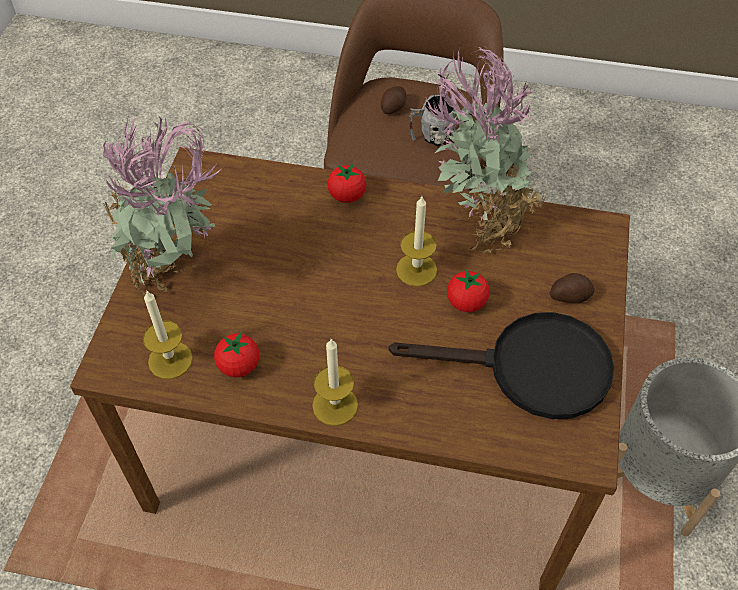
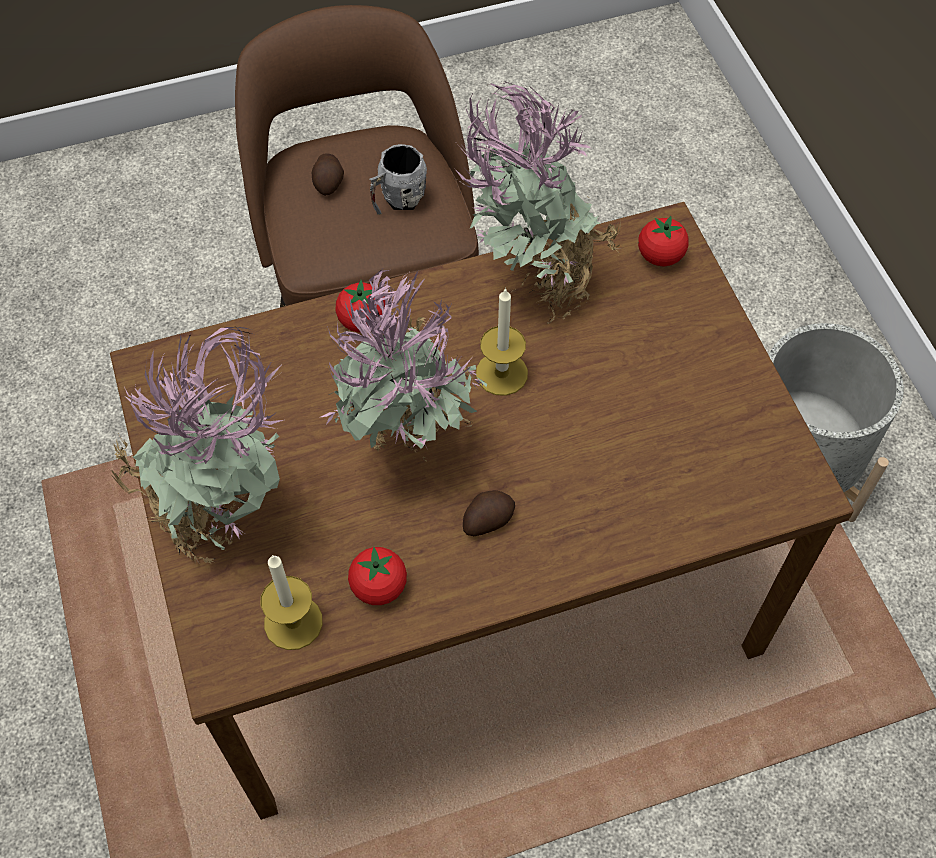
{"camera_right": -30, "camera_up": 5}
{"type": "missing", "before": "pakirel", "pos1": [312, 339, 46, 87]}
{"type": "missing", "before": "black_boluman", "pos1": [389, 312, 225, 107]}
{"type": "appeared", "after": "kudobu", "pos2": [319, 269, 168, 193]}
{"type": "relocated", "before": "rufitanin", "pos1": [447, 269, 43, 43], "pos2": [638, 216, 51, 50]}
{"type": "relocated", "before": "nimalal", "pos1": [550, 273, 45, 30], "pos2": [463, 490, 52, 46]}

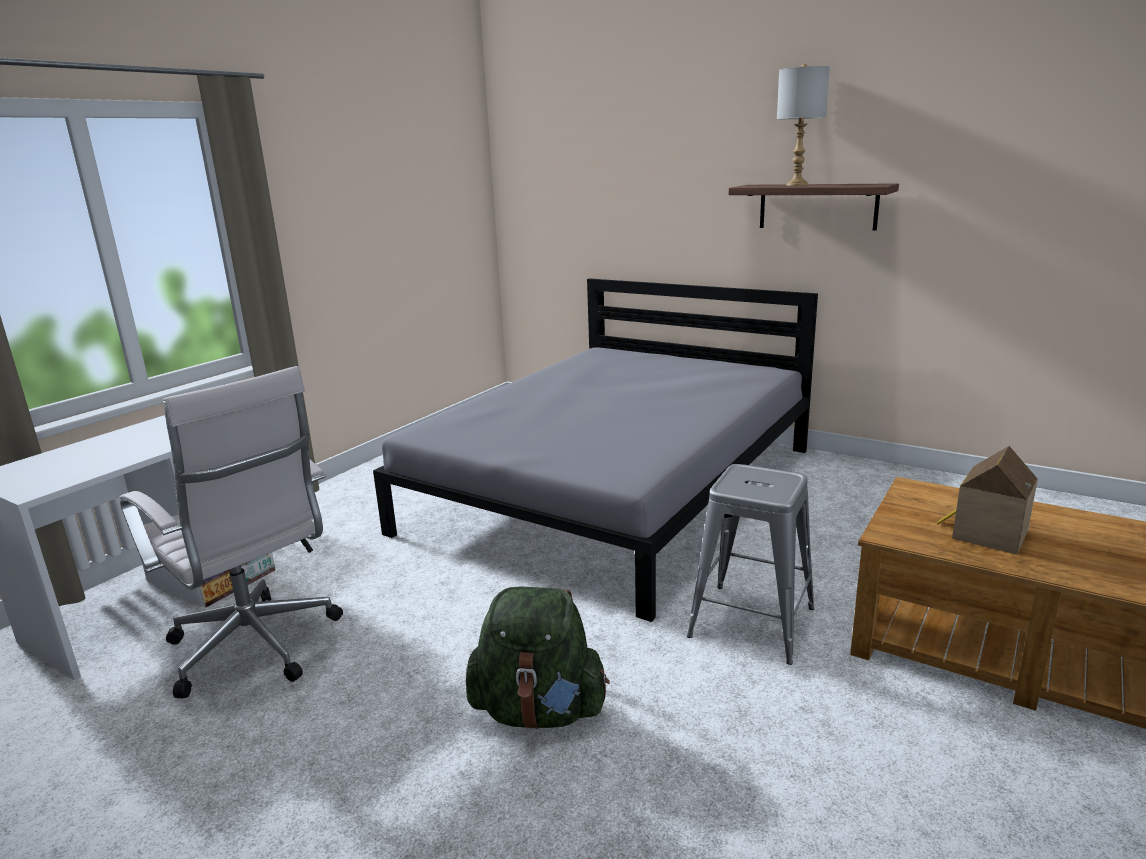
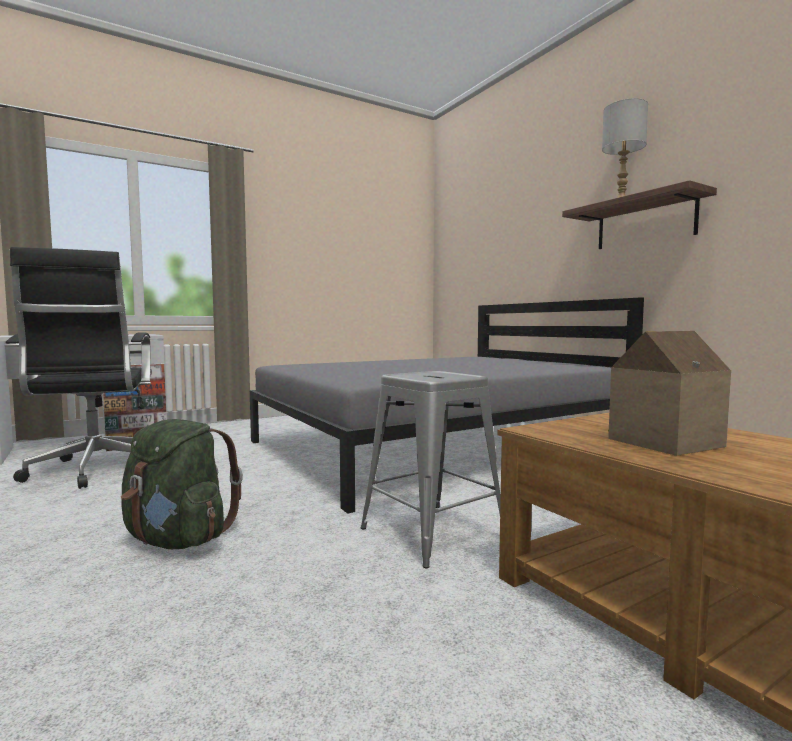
{"camera_right": 25, "camera_up": -15}
{"type": "colour", "before": "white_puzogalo", "after": "black_puzogalo", "pos1": [120, 366, 223, 332], "pos2": [5, 247, 146, 242]}

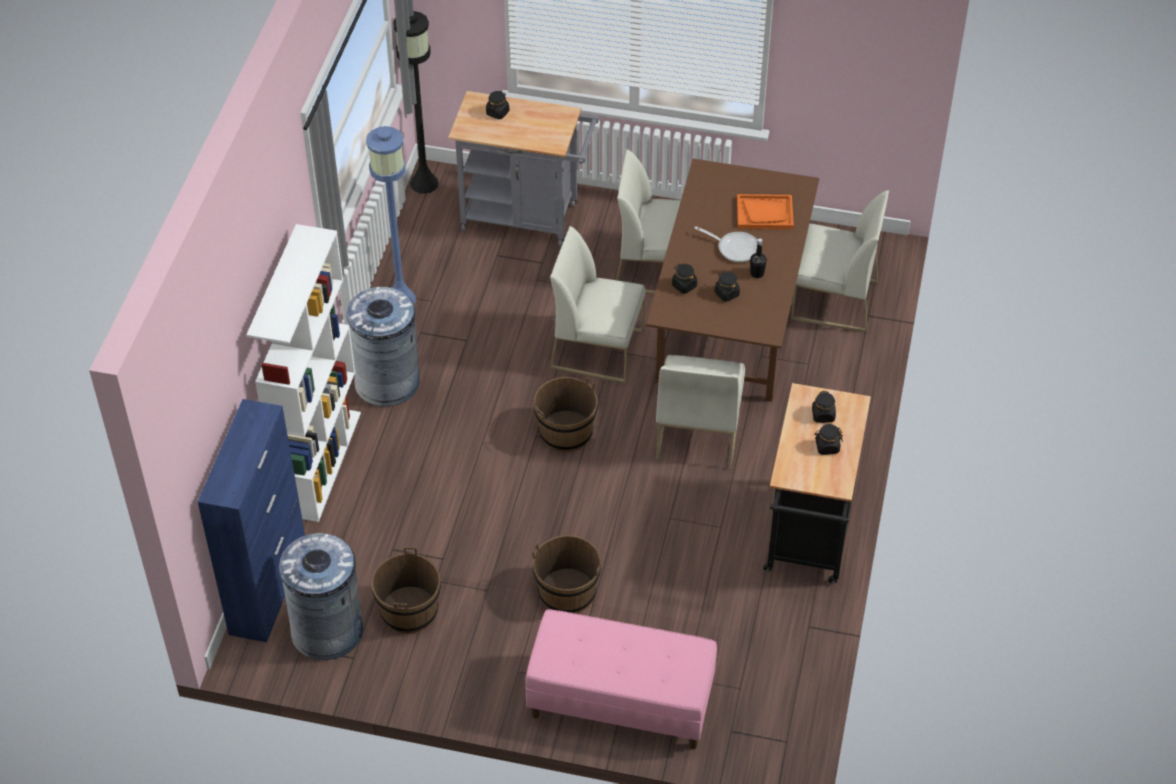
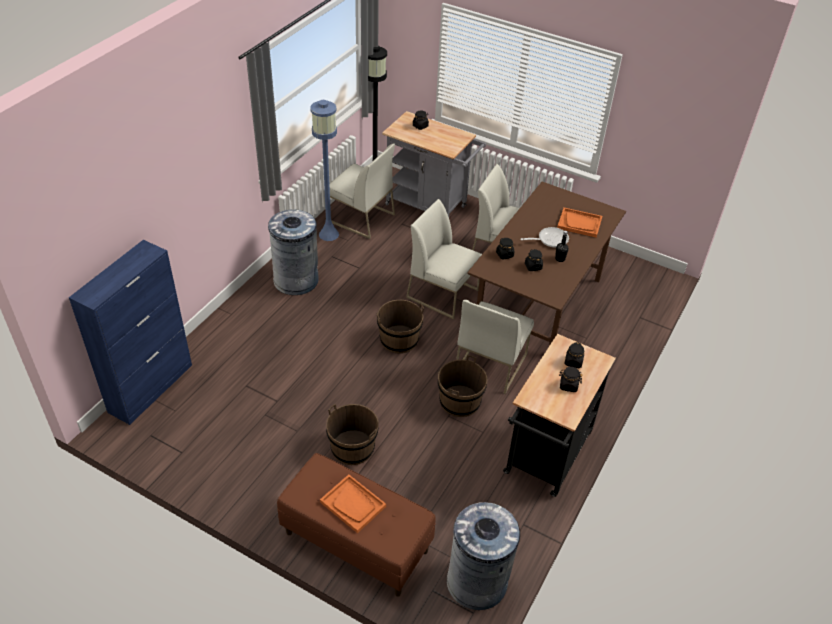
{"camera_right": 15, "camera_up": -5}
{"type": "missing", "before": "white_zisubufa", "pos1": [246, 224, 115, 298]}
{"type": "appeared", "after": "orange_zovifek", "pos2": [320, 474, 66, 59]}
{"type": "relocated", "before": "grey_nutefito", "pos1": [279, 533, 84, 127], "pos2": [447, 502, 73, 108]}
{"type": "relocated", "before": "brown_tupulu", "pos1": [371, 547, 70, 86], "pos2": [438, 355, 50, 62]}
{"type": "relocated", "before": "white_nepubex", "pos1": [791, 190, 98, 143], "pos2": [329, 144, 66, 95]}
{"type": "colour", "before": "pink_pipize", "after": "brown_pipize", "pos1": [525, 609, 192, 140], "pos2": [277, 453, 159, 144]}
{"type": "spun", "before": "boluman", "pos1": [695, 226, 62, 36], "pos2": [520, 227, 49, 21], "turn": -60}

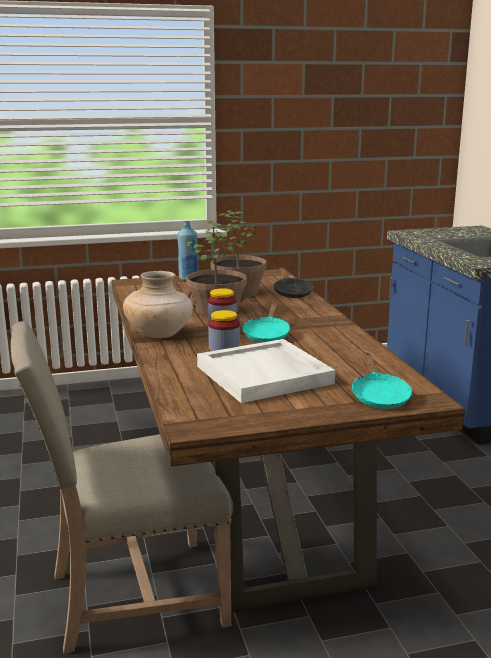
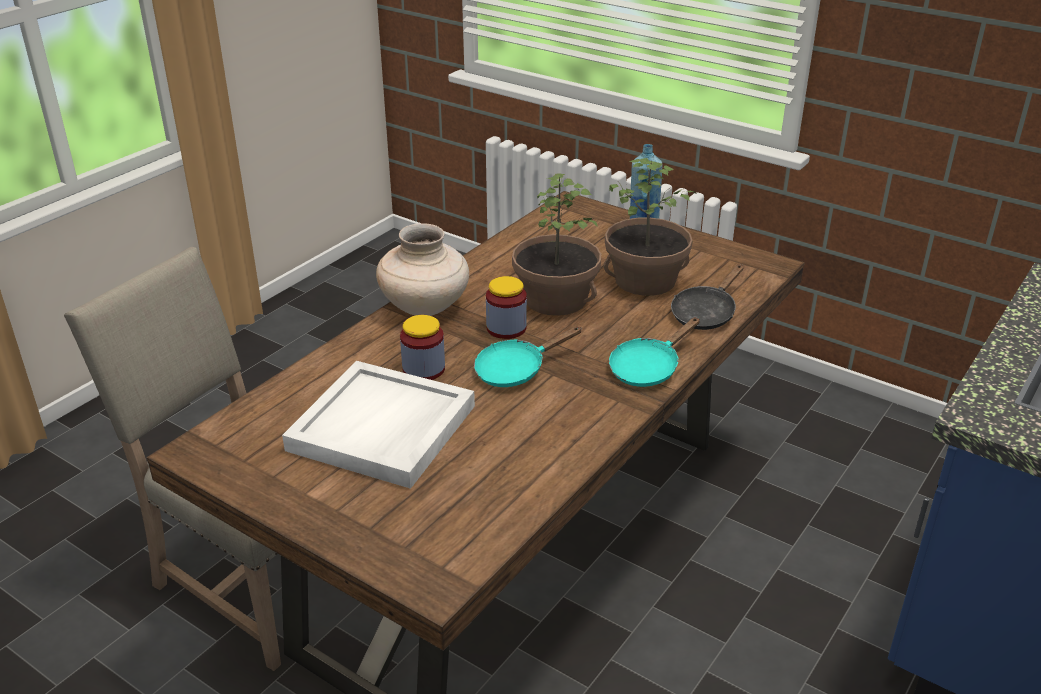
{"camera_right": 50, "camera_up": 15}
{"type": "relocated", "before": "turquoise_boluman", "pos1": [351, 352, 61, 57], "pos2": [609, 317, 91, 70]}

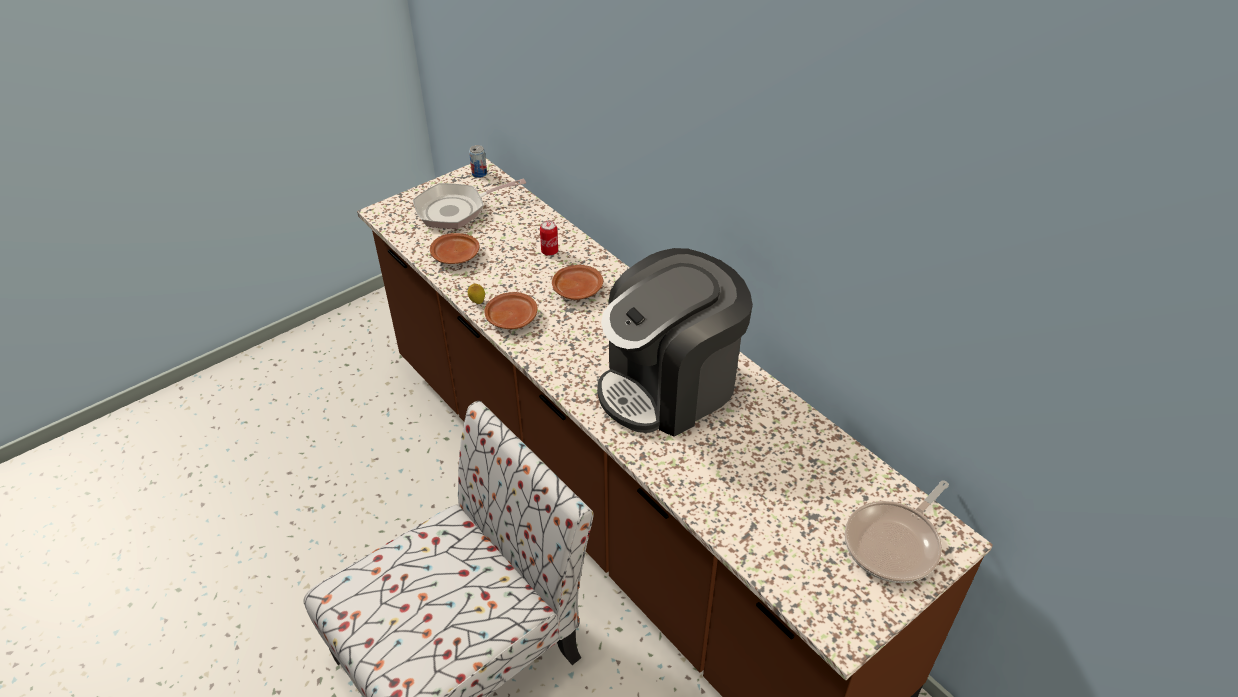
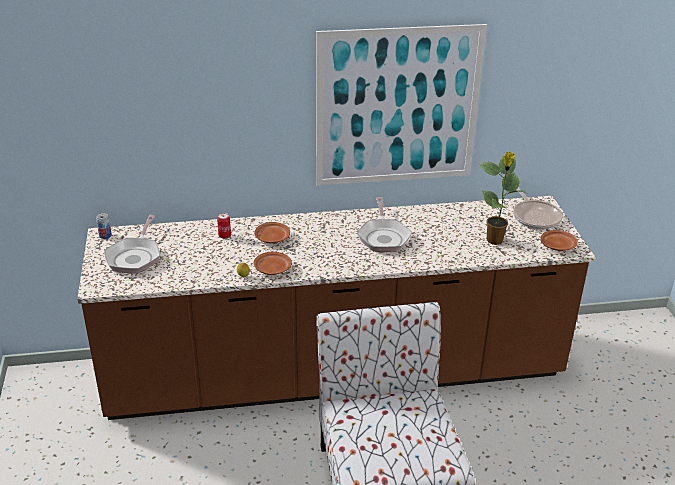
{"camera_right": -60, "camera_up": -10}
{"type": "appeared", "after": "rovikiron", "pos2": [316, 24, 171, 162]}
{"type": "appeared", "after": "kudobu", "pos2": [479, 152, 47, 93]}
{"type": "relocated", "before": "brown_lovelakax", "pos1": [430, 233, 49, 31], "pos2": [540, 230, 38, 21]}
{"type": "exchanged", "before": "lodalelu", "after": "boluman", "pos1": [598, 248, 155, 189], "pos2": [357, 197, 55, 55]}

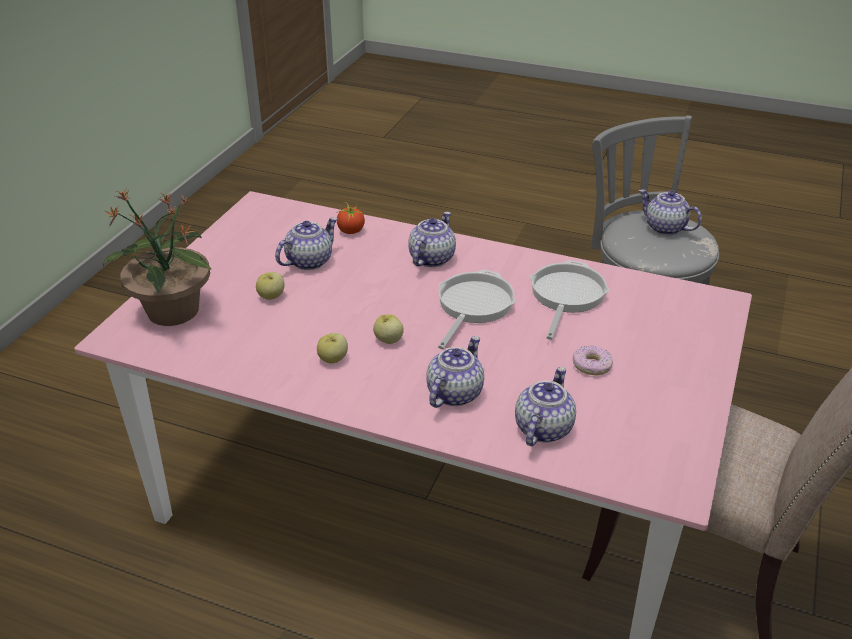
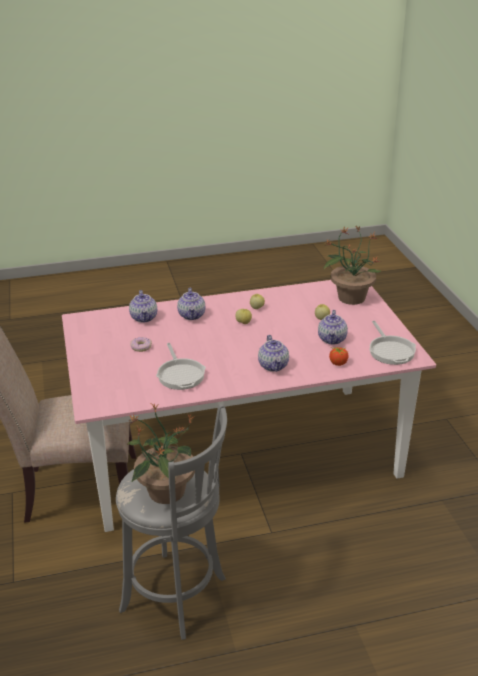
{"camera_right": 145, "camera_up": -5}
{"type": "relocated", "before": "boluman", "pos1": [438, 270, 77, 79], "pos2": [369, 321, 47, 44]}
{"type": "exchanged", "before": "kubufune", "after": "kudobu", "pos1": [639, 189, 63, 46], "pos2": [126, 403, 69, 101]}

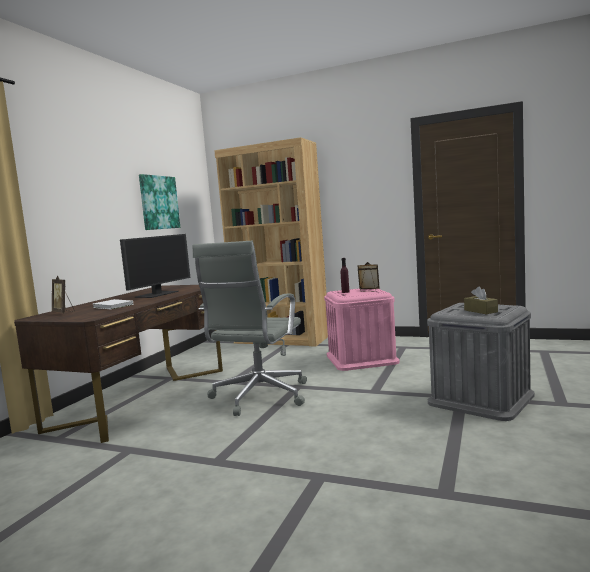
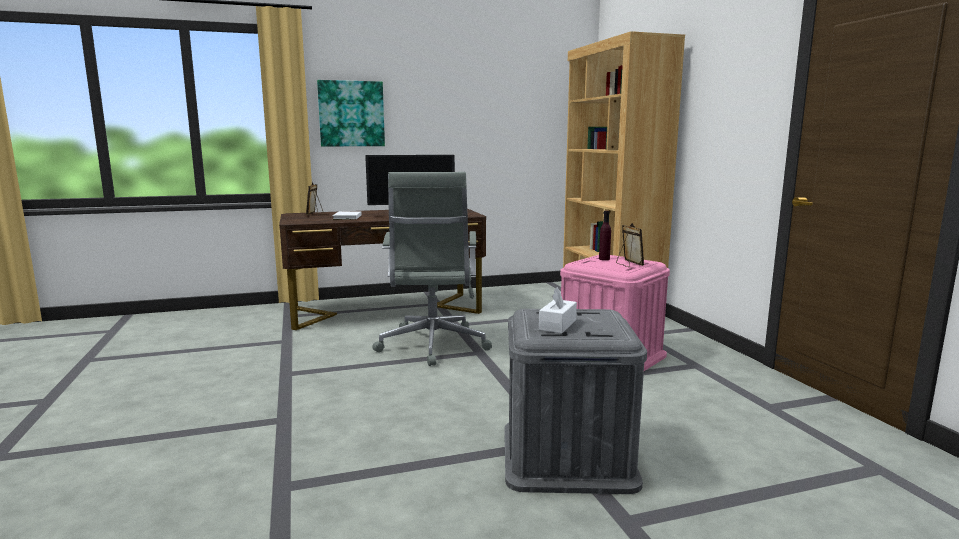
{"camera_right": 50, "camera_up": 5}
{"type": "relocated", "before": "rovikiron", "pos1": [139, 174, 41, 56], "pos2": [317, 80, 68, 66]}
{"type": "colour", "before": "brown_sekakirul", "after": "white_sekakirul", "pos1": [464, 287, 34, 27], "pos2": [539, 287, 38, 46]}
{"type": "spun", "before": "grey_puzogalo", "pos1": [192, 241, 115, 175], "pos2": [372, 172, 120, 194], "turn": -75}

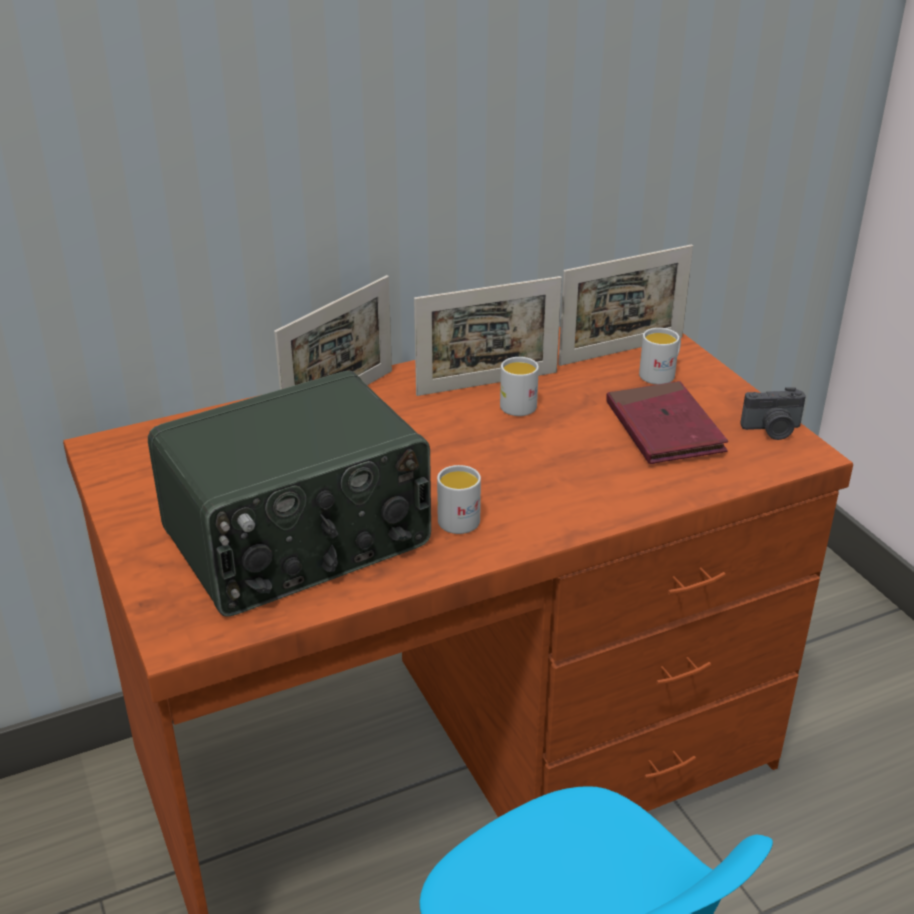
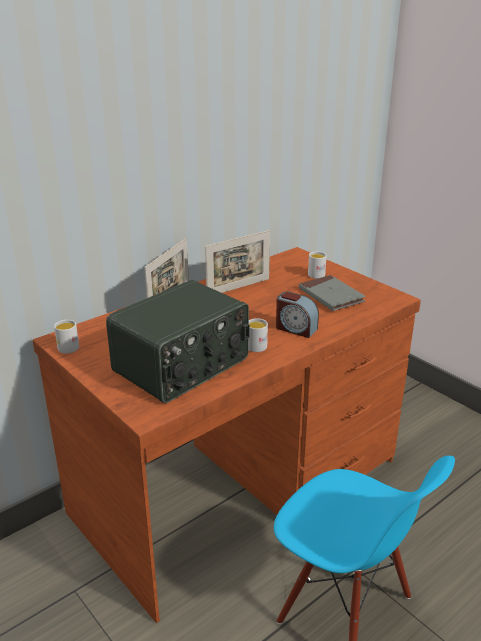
{"camera_right": -15, "camera_up": -5}
{"type": "missing", "before": "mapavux", "pos1": [558, 244, 135, 122]}
{"type": "missing", "before": "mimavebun", "pos1": [740, 387, 66, 53]}
{"type": "appeared", "after": "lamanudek", "pos2": [276, 291, 43, 47]}
{"type": "relocated", "before": "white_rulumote", "pos1": [500, 357, 39, 59], "pos2": [54, 320, 25, 34]}
{"type": "colour", "before": "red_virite", "after": "grey_virite", "pos1": [606, 381, 122, 83], "pos2": [299, 275, 67, 36]}

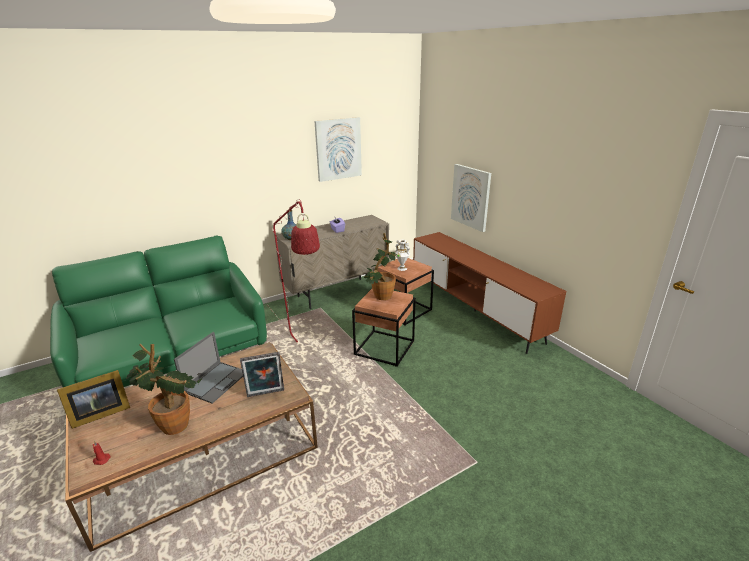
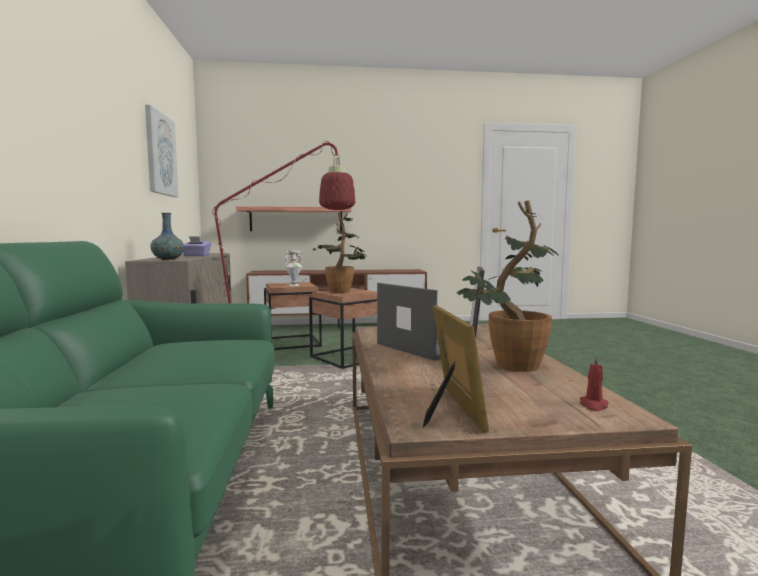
{"camera_right": -65, "camera_up": -20}
{"type": "exchanged", "before": "rovikiron", "after": "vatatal", "pos1": [451, 164, 40, 68], "pos2": [236, 206, 115, 25]}

